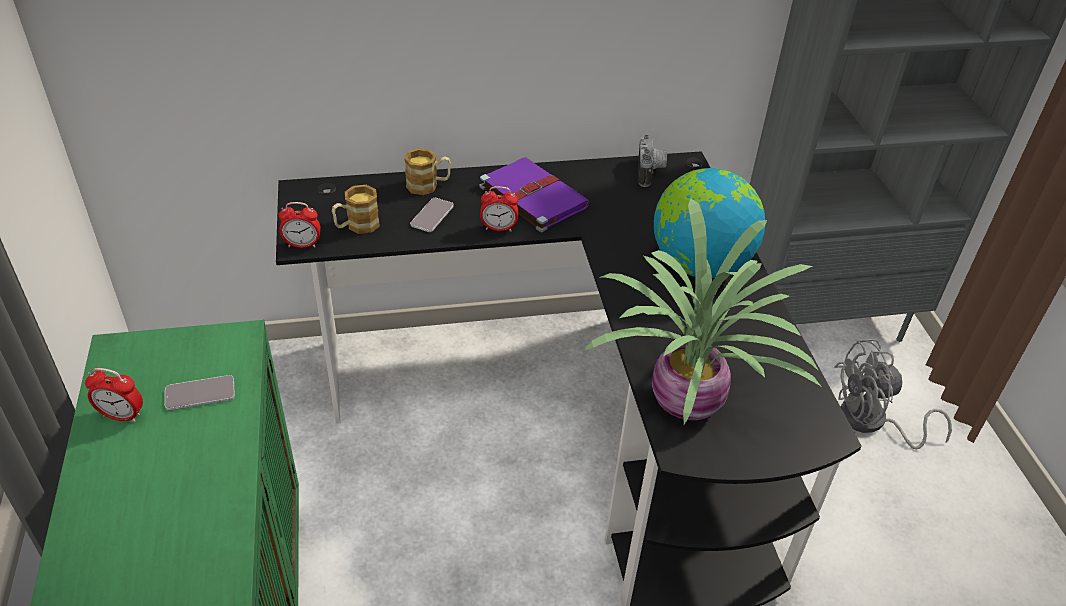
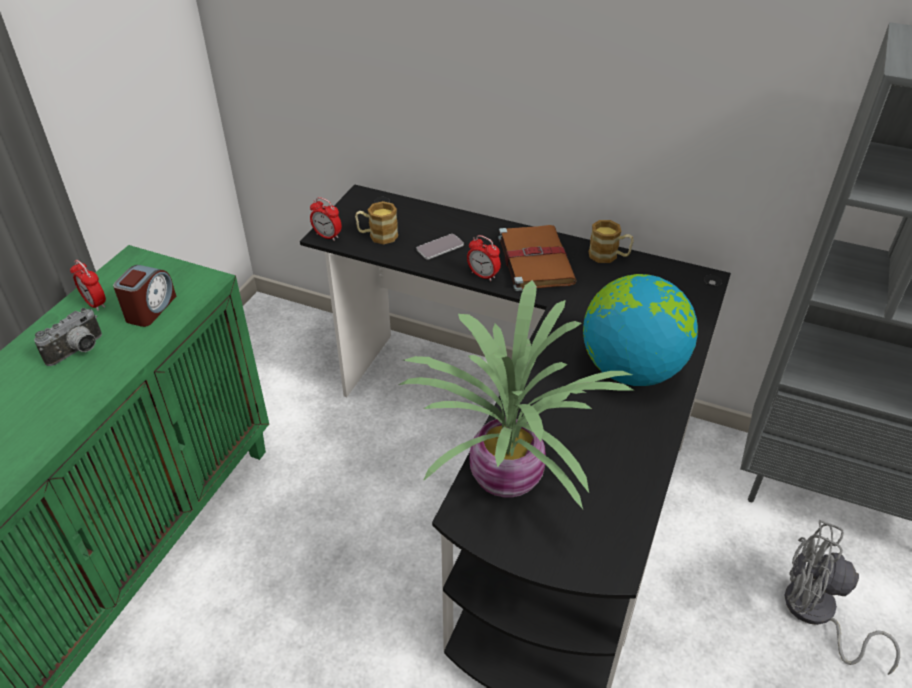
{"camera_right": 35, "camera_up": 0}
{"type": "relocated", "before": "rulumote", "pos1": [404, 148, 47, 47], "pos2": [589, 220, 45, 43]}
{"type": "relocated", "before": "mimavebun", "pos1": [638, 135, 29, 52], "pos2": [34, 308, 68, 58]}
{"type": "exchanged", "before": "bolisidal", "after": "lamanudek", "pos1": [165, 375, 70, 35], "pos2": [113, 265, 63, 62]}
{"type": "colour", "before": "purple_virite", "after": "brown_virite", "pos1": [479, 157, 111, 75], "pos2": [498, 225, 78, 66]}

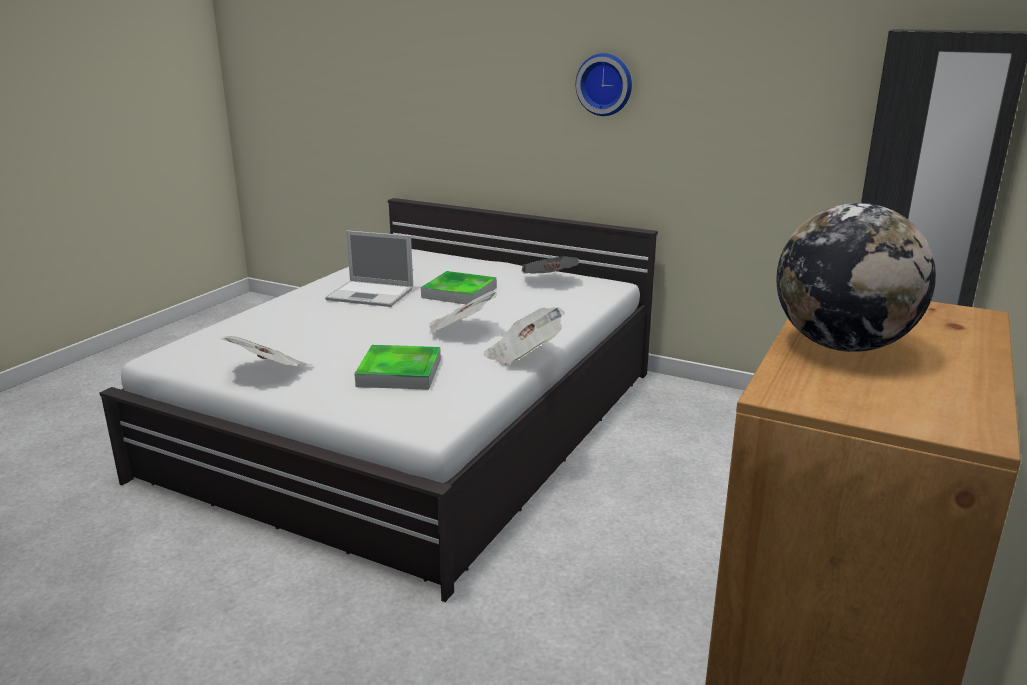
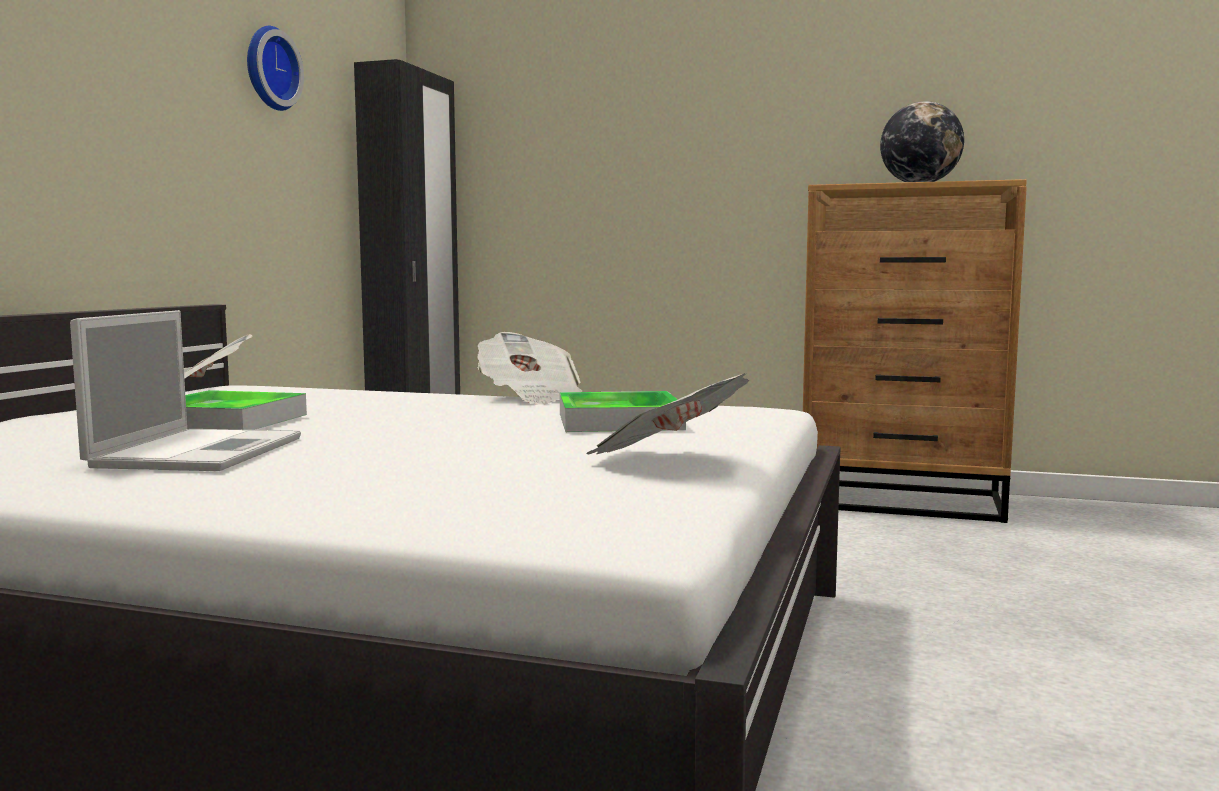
{"camera_right": -100, "camera_up": -15}
{"type": "missing", "before": "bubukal", "pos1": [429, 291, 68, 43]}
{"type": "relocated", "before": "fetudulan", "pos1": [576, 53, 56, 63], "pos2": [247, 26, 57, 85]}

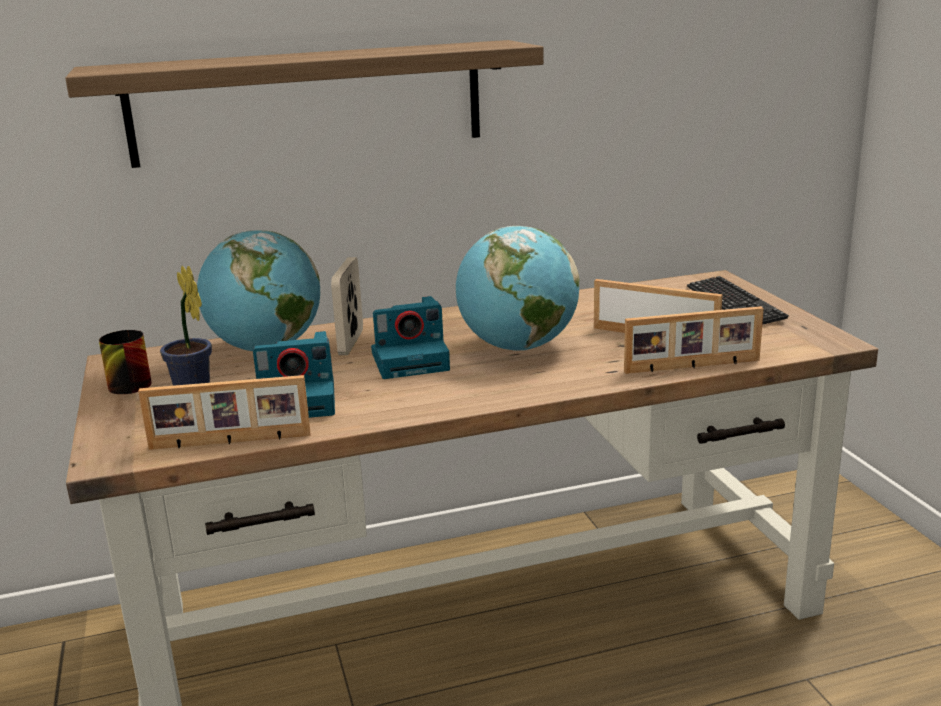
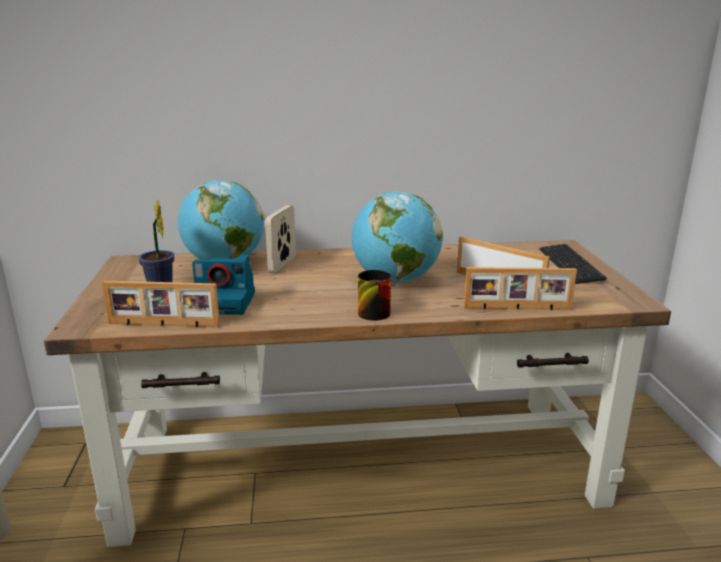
{"camera_right": 10, "camera_up": 0}
{"type": "missing", "before": "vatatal", "pos1": [65, 40, 479, 128]}
{"type": "missing", "before": "mimavebun", "pos1": [371, 296, 79, 83]}
{"type": "relocated", "before": "rulumote", "pos1": [99, 330, 53, 64], "pos2": [358, 270, 33, 51]}

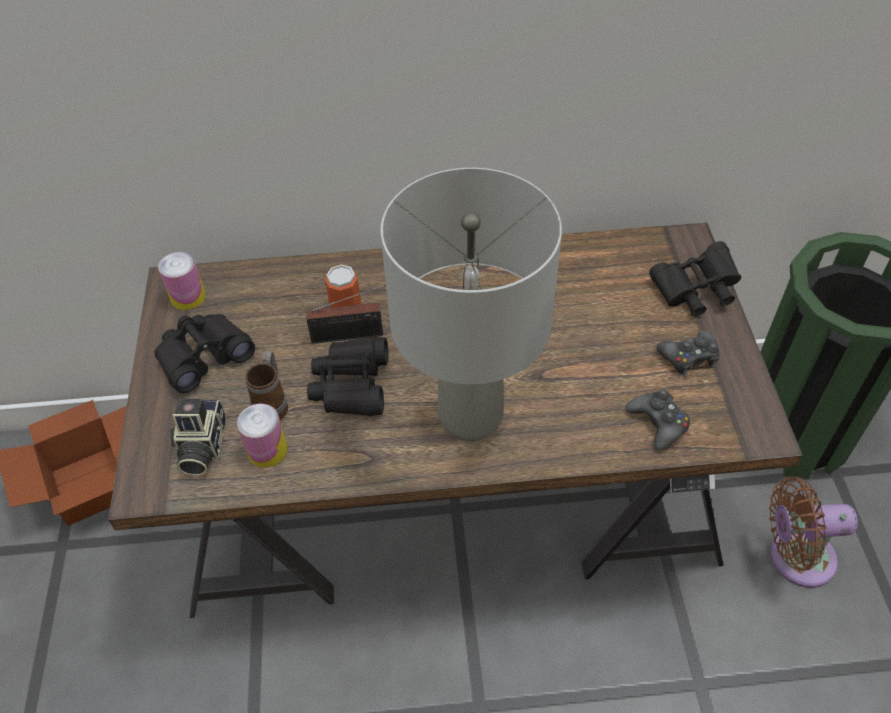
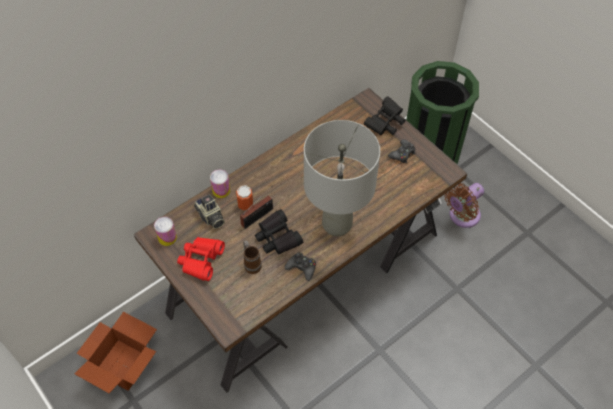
{"camera_right": -35, "camera_up": 5}
{"type": "relocated", "before": "mimavebun", "pos1": [170, 399, 56, 77], "pos2": [194, 194, 31, 35]}
{"type": "relocated", "before": "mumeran", "pos1": [237, 404, 51, 64], "pos2": [210, 170, 20, 28]}
{"type": "relocated", "before": "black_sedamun", "pos1": [626, 389, 64, 62], "pos2": [285, 252, 31, 29]}
{"type": "colour", "before": "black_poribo", "after": "red_poribo", "pos1": [154, 314, 101, 79], "pos2": [177, 237, 48, 44]}

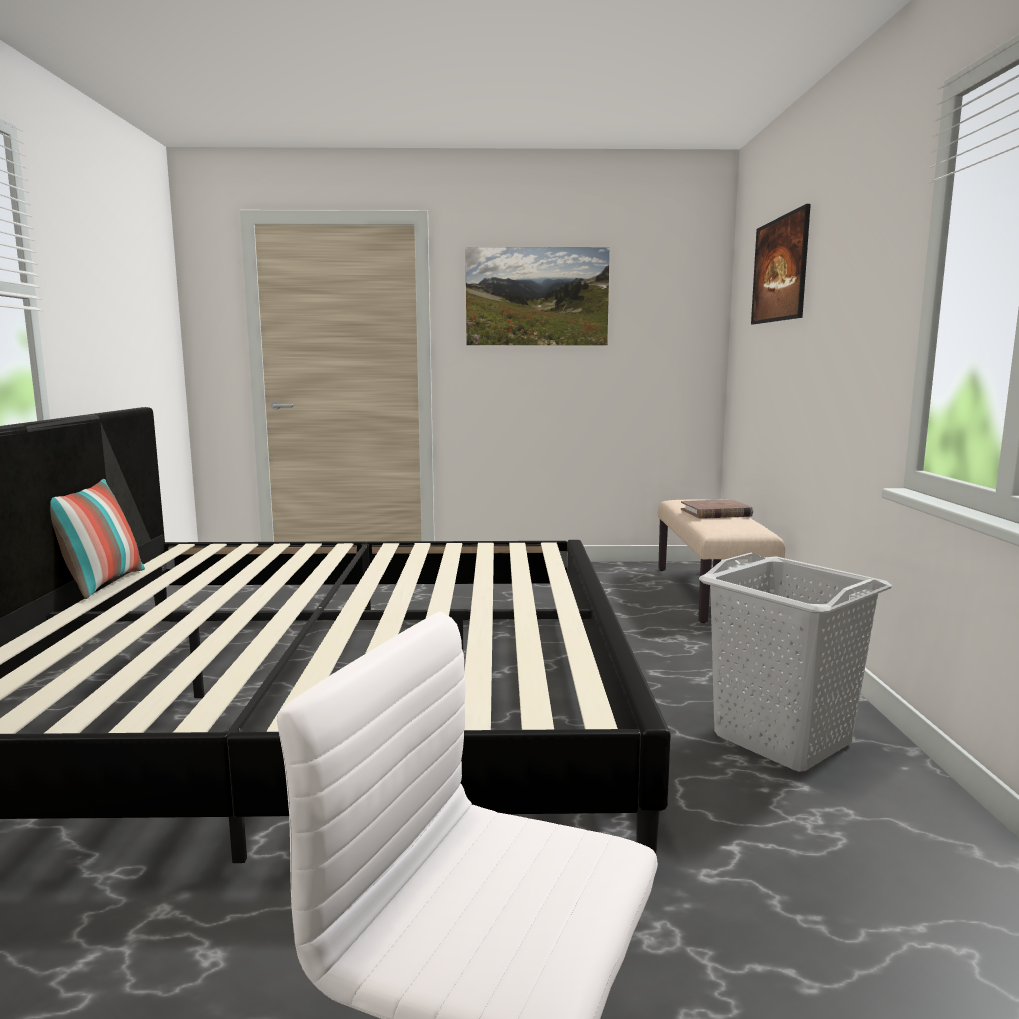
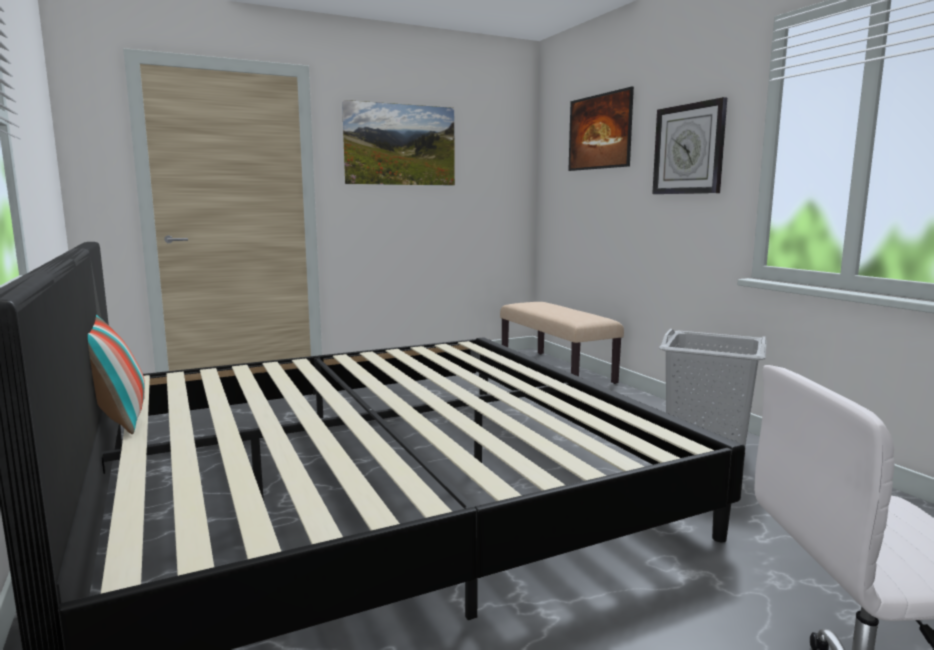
{"camera_right": -25, "camera_up": 0}
{"type": "missing", "before": "brown_virite", "pos1": [681, 499, 72, 20]}
{"type": "appeared", "after": "fetudulan", "pos2": [652, 97, 75, 97]}

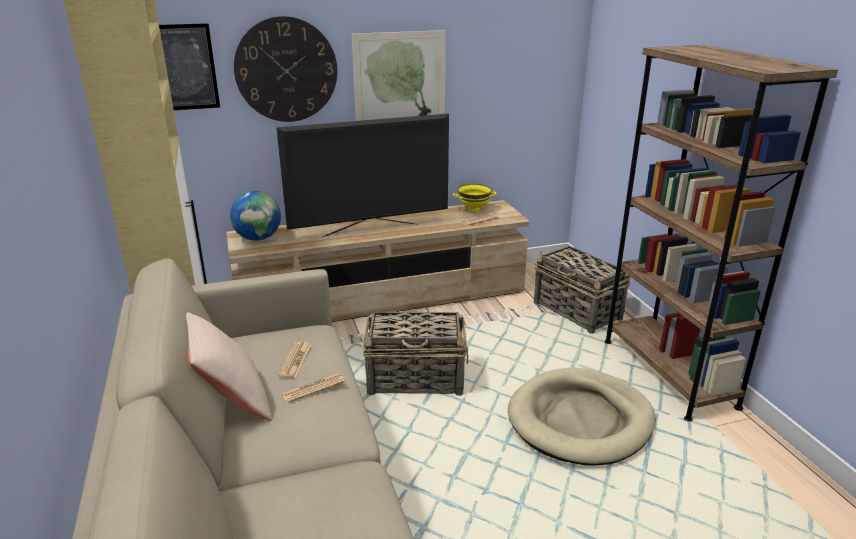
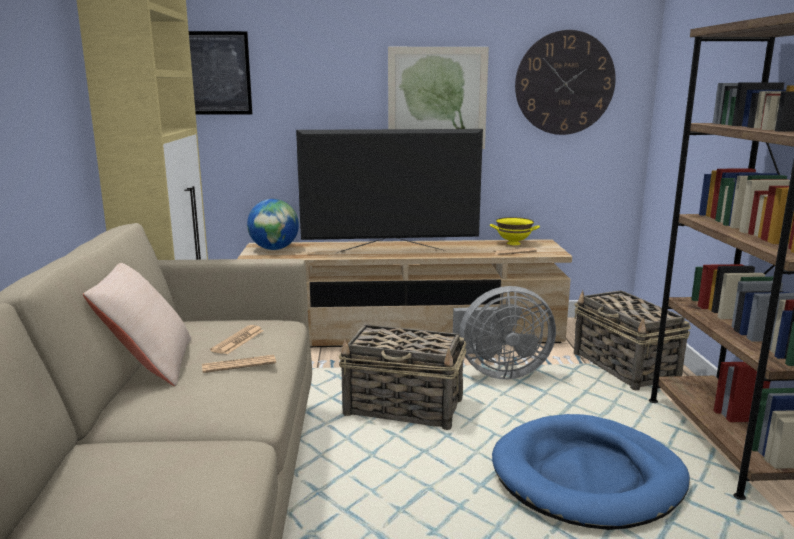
{"camera_right": 15, "camera_up": -10}
{"type": "appeared", "after": "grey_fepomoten", "pos2": [453, 286, 103, 94]}
{"type": "relocated", "before": "fetudulan", "pos1": [234, 16, 103, 106], "pos2": [515, 30, 101, 105]}
{"type": "colour", "before": "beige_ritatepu", "after": "blue_ritatepu", "pos1": [508, 368, 148, 97], "pos2": [492, 414, 198, 116]}

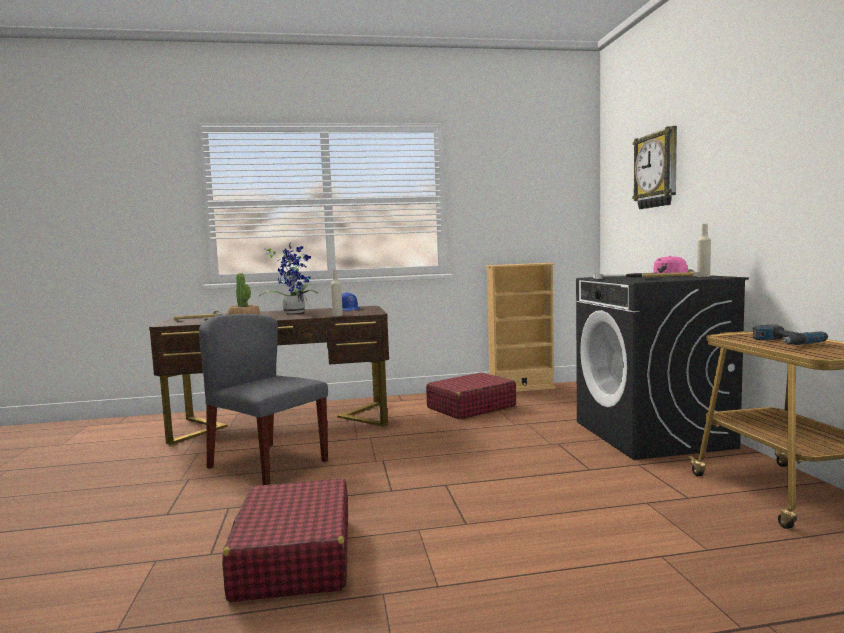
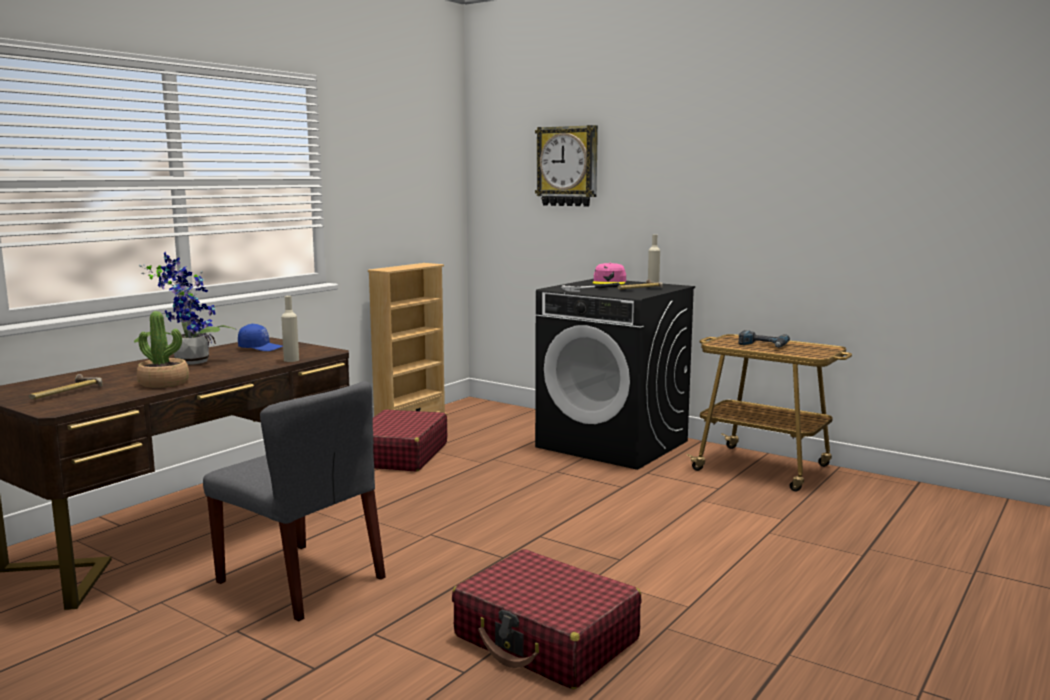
{"camera_right": -45, "camera_up": 5}
{"type": "spun", "before": "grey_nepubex", "pos1": [199, 314, 129, 171], "pos2": [203, 381, 183, 241], "turn": -135}

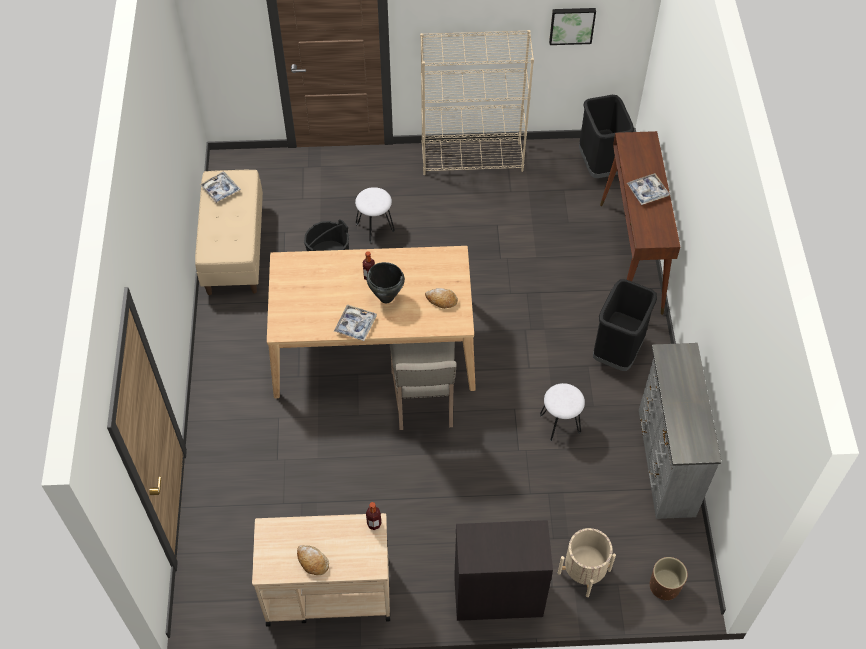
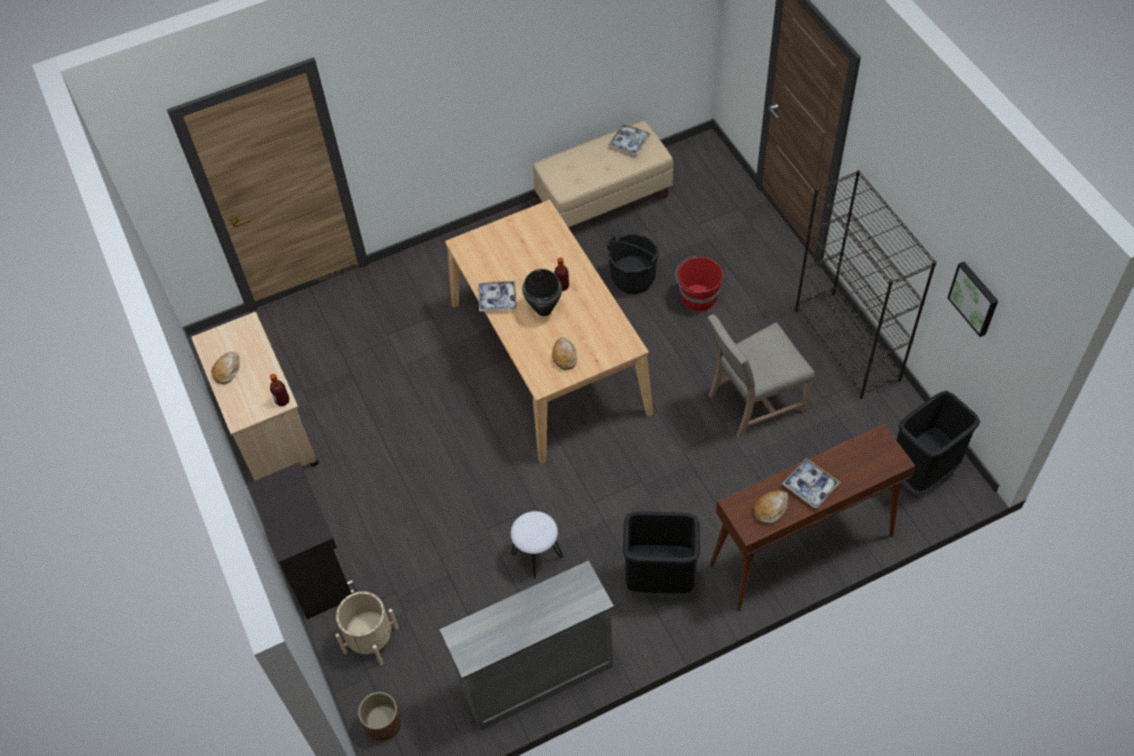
{"camera_right": 70, "camera_up": 0}
{"type": "appeared", "after": "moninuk", "pos2": [754, 491, 34, 33]}
{"type": "relocated", "before": "beige_nepubex", "pos1": [390, 342, 67, 88], "pos2": [708, 314, 107, 124]}
{"type": "exchanged", "before": "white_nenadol", "after": "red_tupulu", "pos1": [355, 187, 40, 56], "pos2": [675, 256, 48, 56]}
{"type": "colour", "before": "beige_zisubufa", "after": "black_zisubufa", "pos1": [420, 30, 114, 145], "pos2": [795, 170, 142, 229]}

